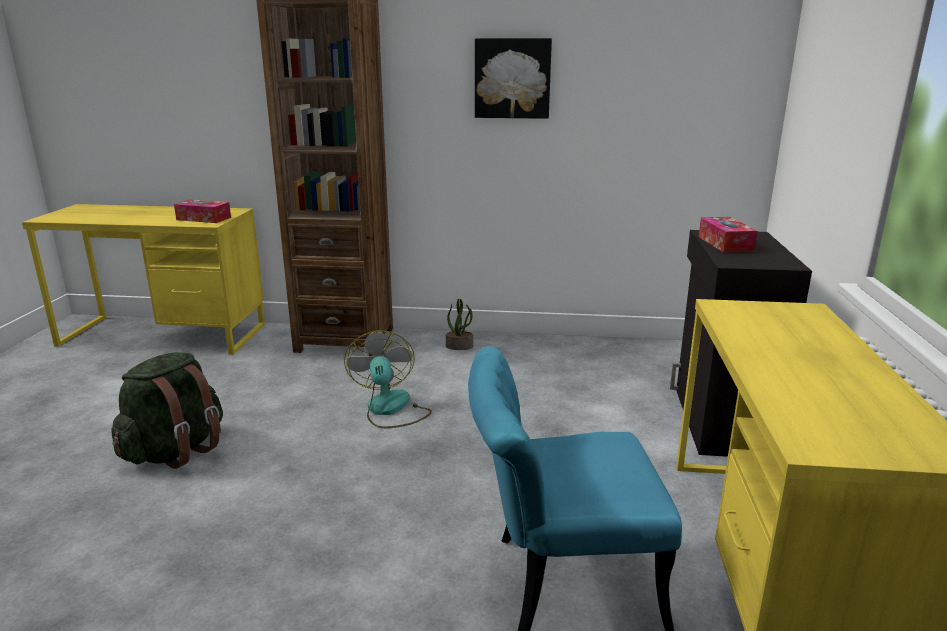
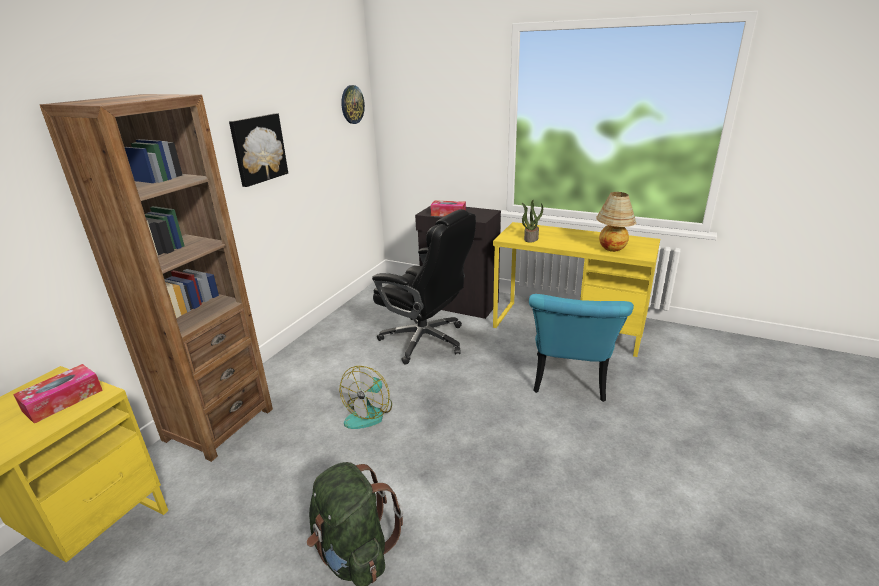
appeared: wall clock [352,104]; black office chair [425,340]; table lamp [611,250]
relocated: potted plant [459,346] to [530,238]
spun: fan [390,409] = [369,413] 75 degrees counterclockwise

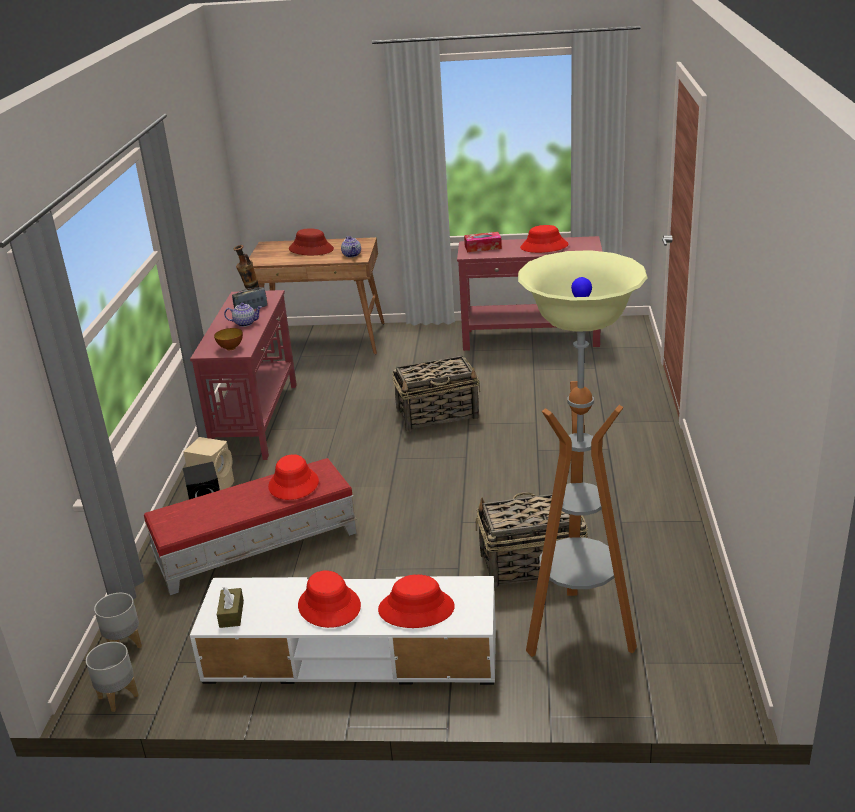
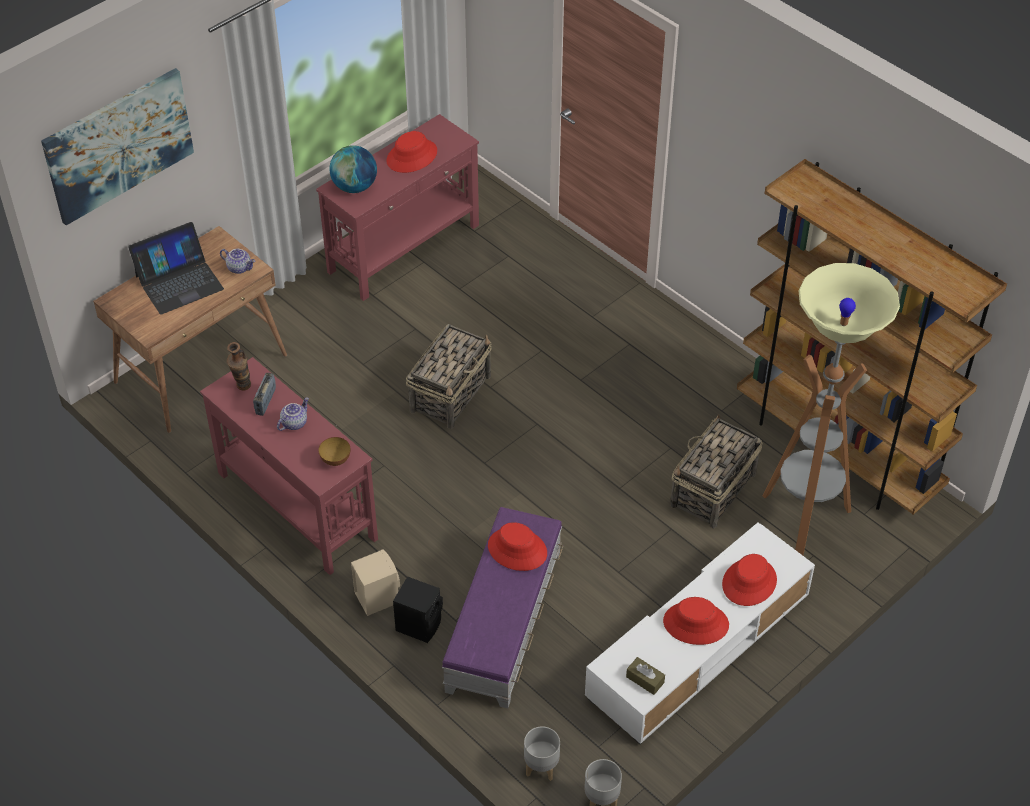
appeared: picture [118,145]; brown bookcase [837,449]
exchanged: red hat [311,249] to laptop [179,282]; tissue box [483,247] to globe [354,187]
colour: red ottoman [257,546] to purple ottoman [504,620]

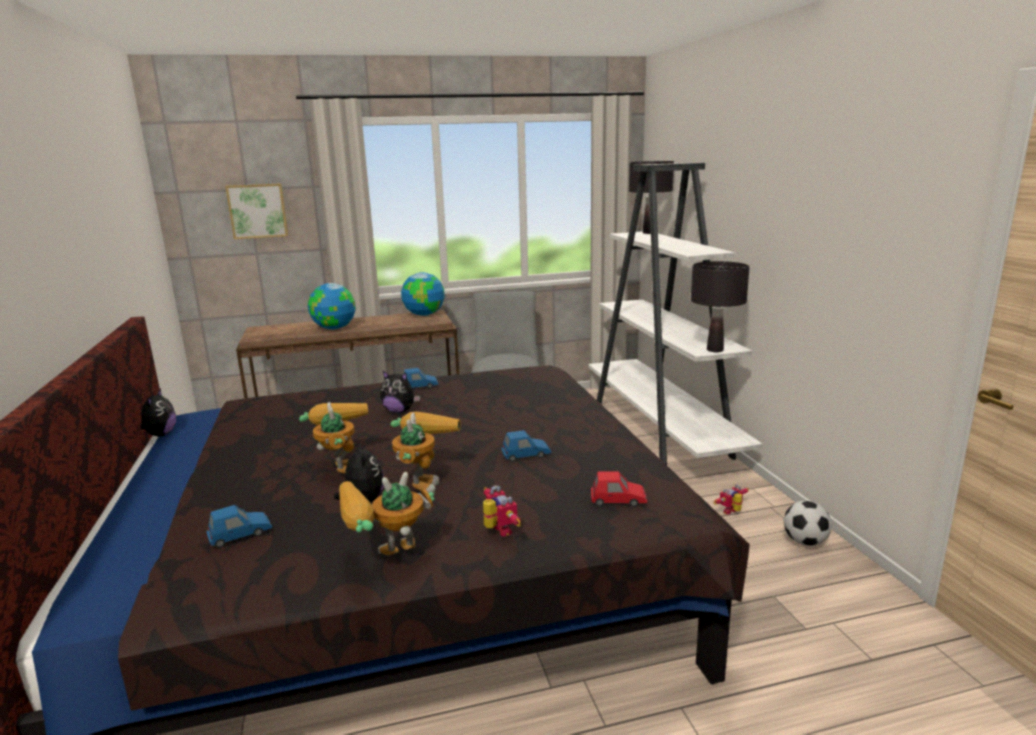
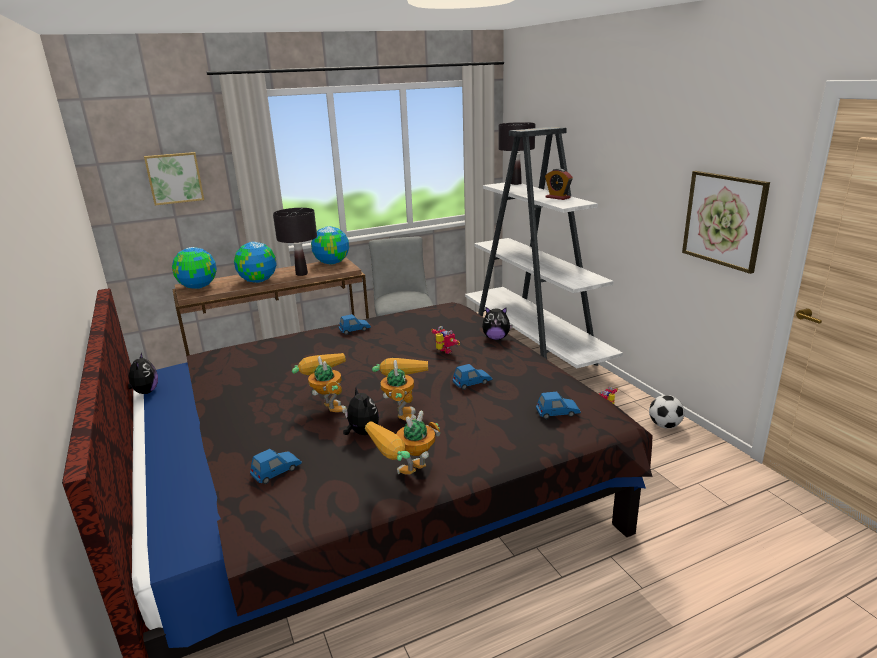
appeared: globe [198,287]; alarm clock [557,197]; picture [724,220]
relocated: plush toy [399,411] to [496,338]; toy robot [498,531] to [443,352]; black table lamp [715,350] to [301,274]
colour: red toy car [618,500] to blue toy car [557,412]

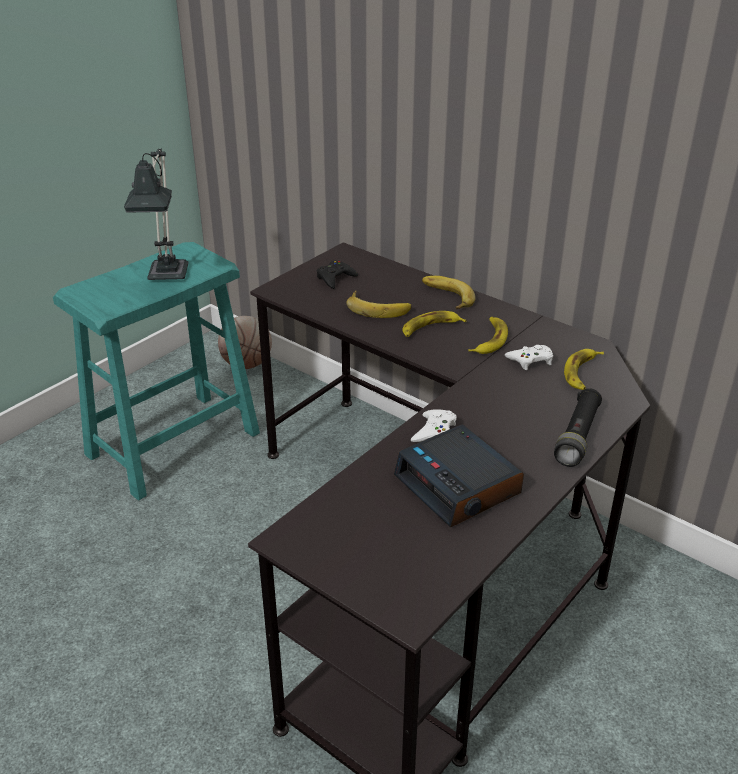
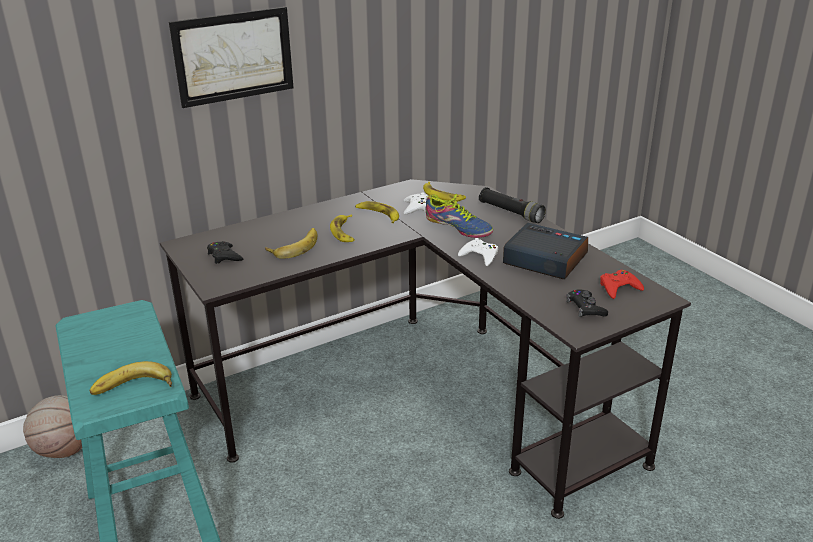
missing: table lamp [167,278]
appeared: picture [233,56]; shoe [458,227]; black game controller [585,308]; red game controller [619,288]
relocated: banana [445,297] to [133,389]
spun: alarm clock [459,486] = [544,259] 135 degrees counterclockwise

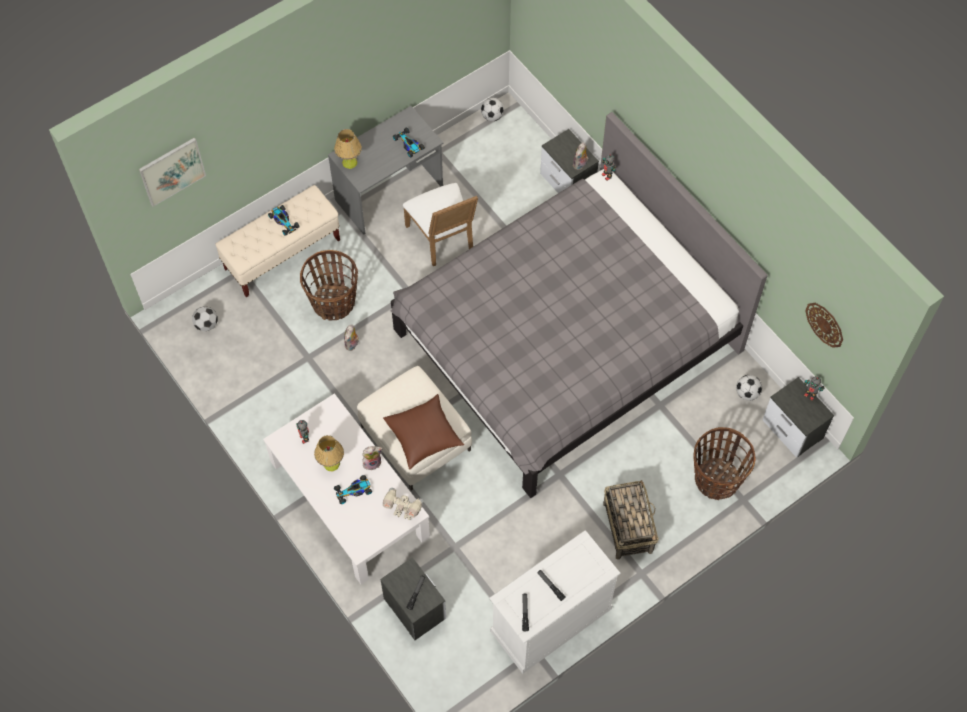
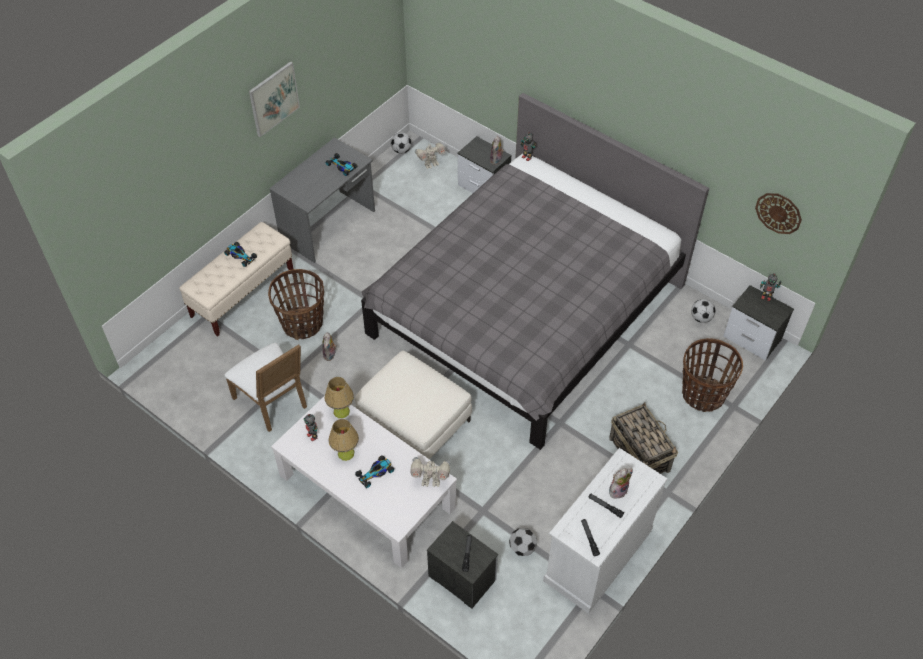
missing: brown pillow [424,436]
appeared: toy robot [431,164]
relocated: picture [172,171] to [274,98]; football [206,324] to [522,548]; table lamp [349,162] to [341,411]; plush toy [372,462] to [618,490]; white chair [443,240] to [274,404]

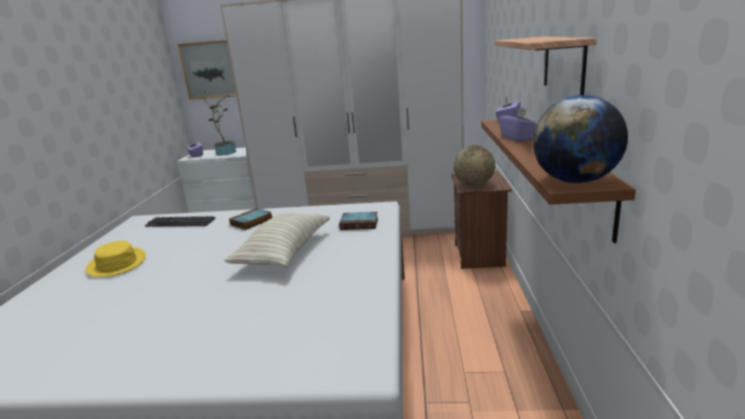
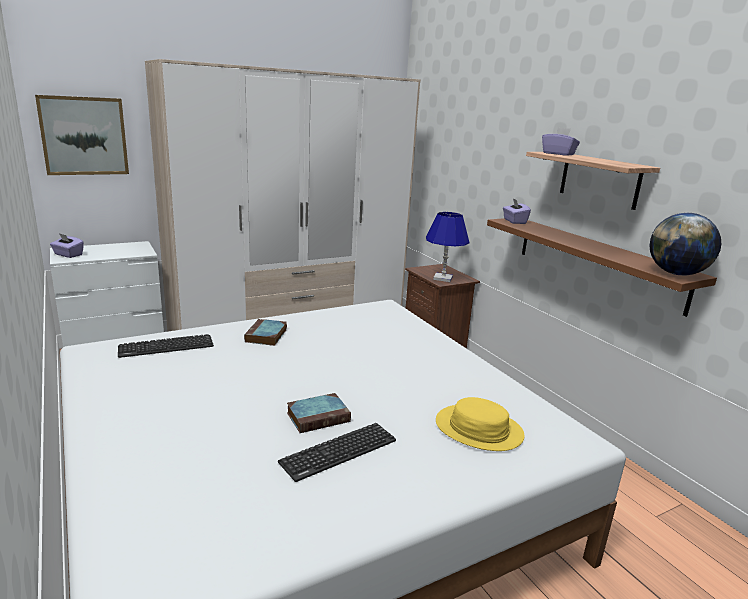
missing: potted plant [225,152]; pillow [284,252]
appeared: keyboard [339,451]
relocated: yellow hat [116,263] to [478,429]; book [360,224] to [319,416]; purple tissue box [518,138] to [558,154]
exchanged: globe [474,184] to blue table lamp [443,278]

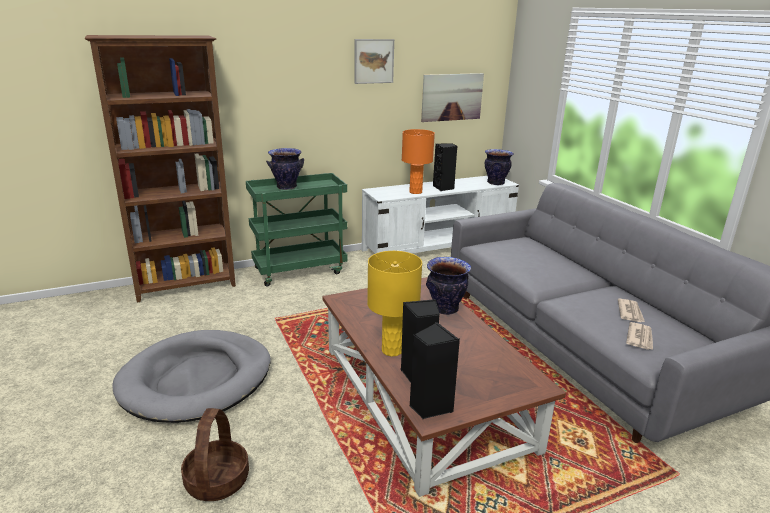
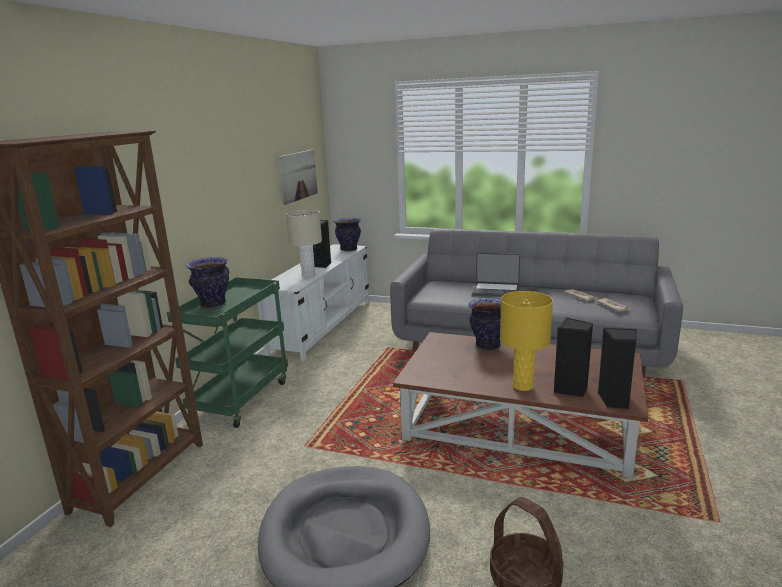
missing: picture [374,61]
appeared: laptop [496,291]
colour: orange table lamp [416,192] to beige table lamp [308,275]

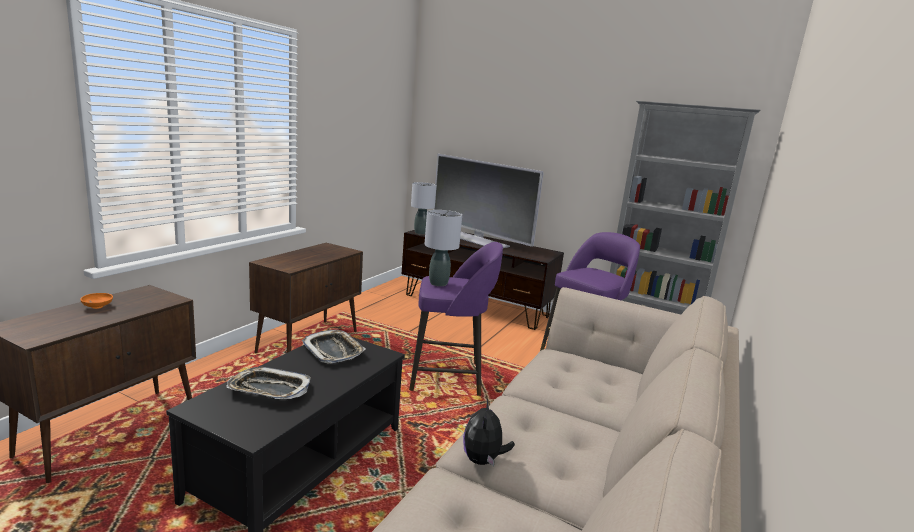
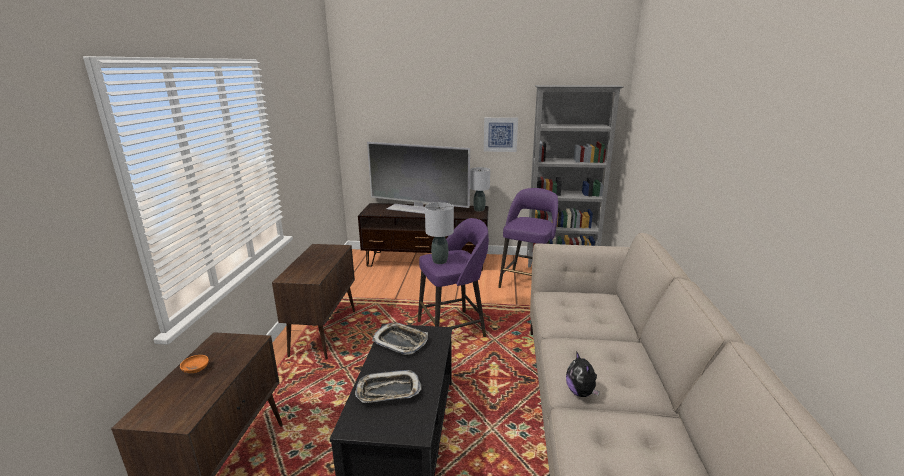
appeared: picture [500,134]
relocated: grey table lamp [421,233] to [479,210]

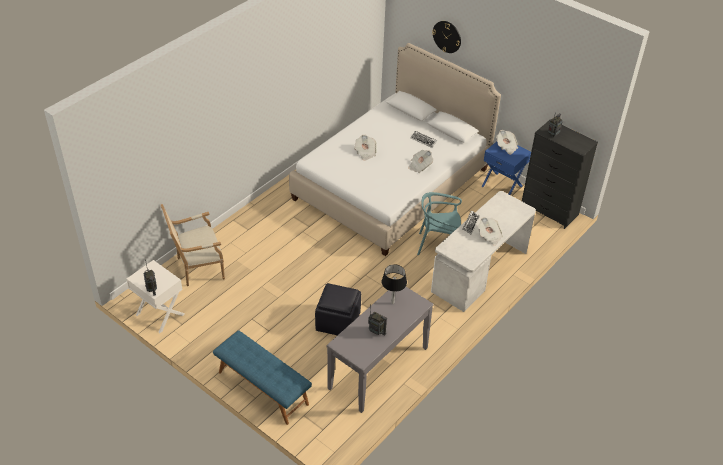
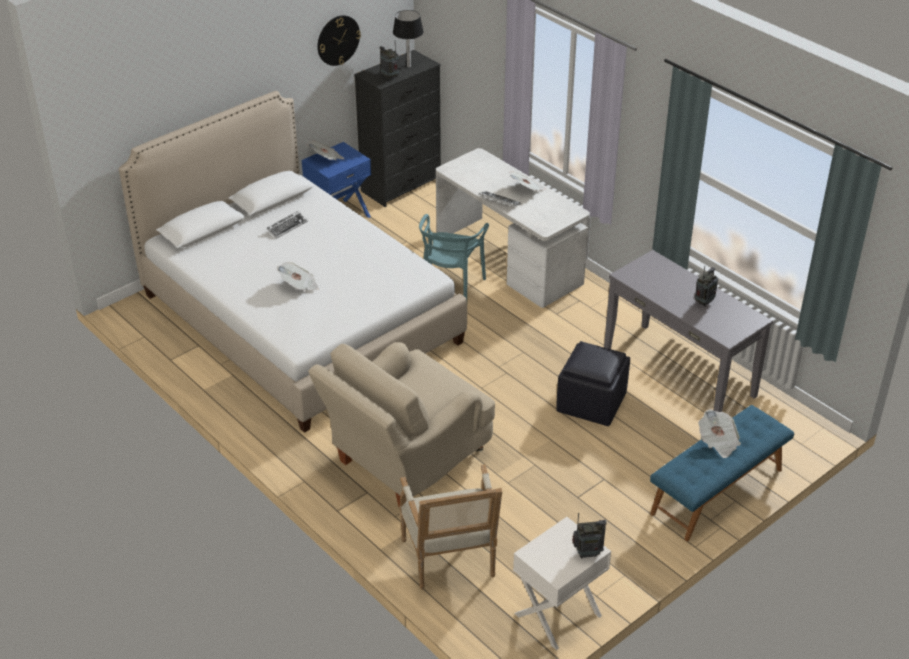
appeared: beige armchair [406,461]
relocated: black table lamp [392,302] to [409,66]; newspaper [419,166] to [718,442]; wall clock [447,36] to [338,40]

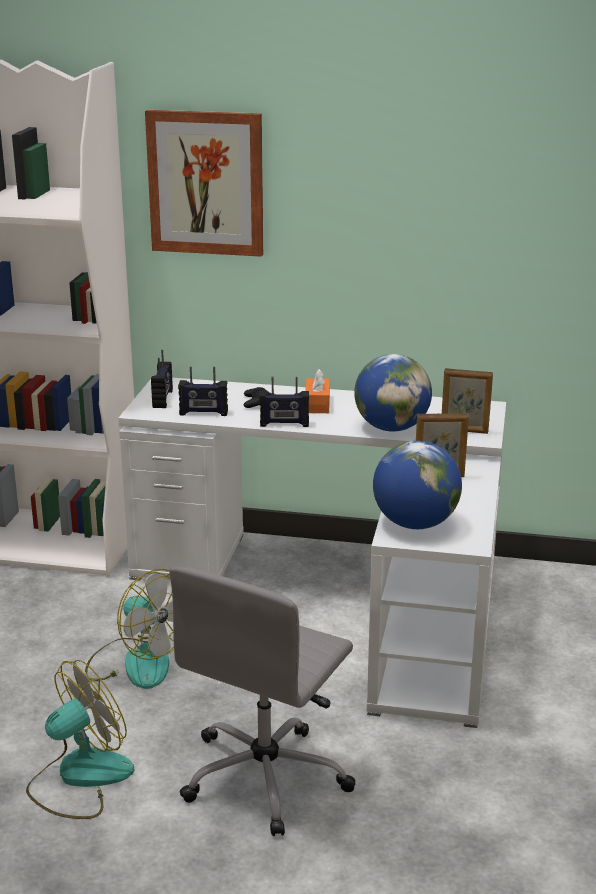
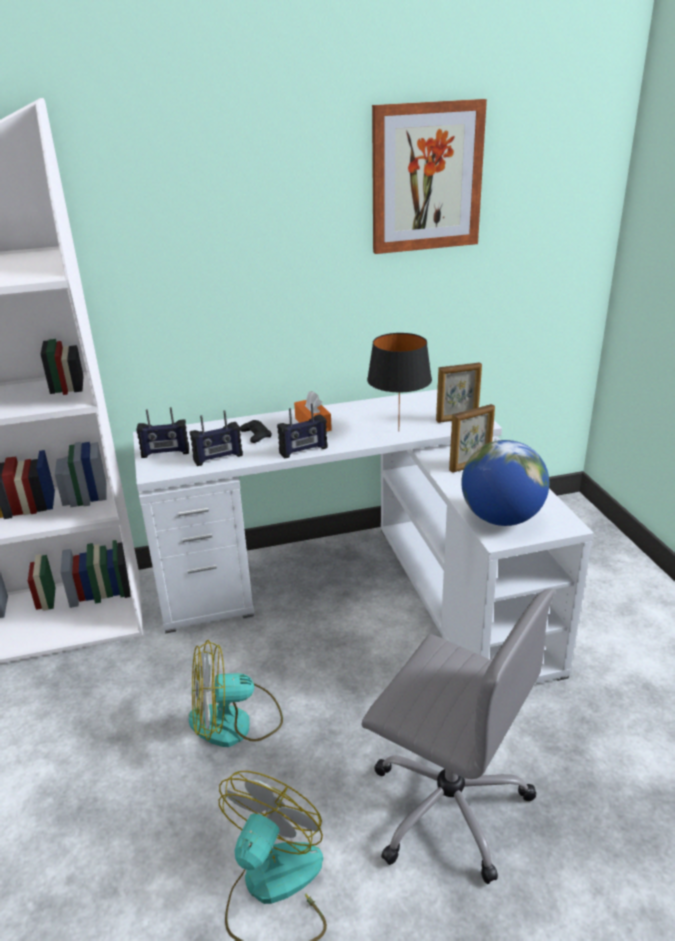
relocated: picture [206,183] to [426,177]
exchanged: globe [391,428] to black table lamp [398,431]
spun: fan [137,662] = [235,722] 150 degrees clockwise; radio [163,399] = [165,453] 105 degrees clockwise; grey office chair [267,776] = [446,803] 60 degrees counterclockwise

